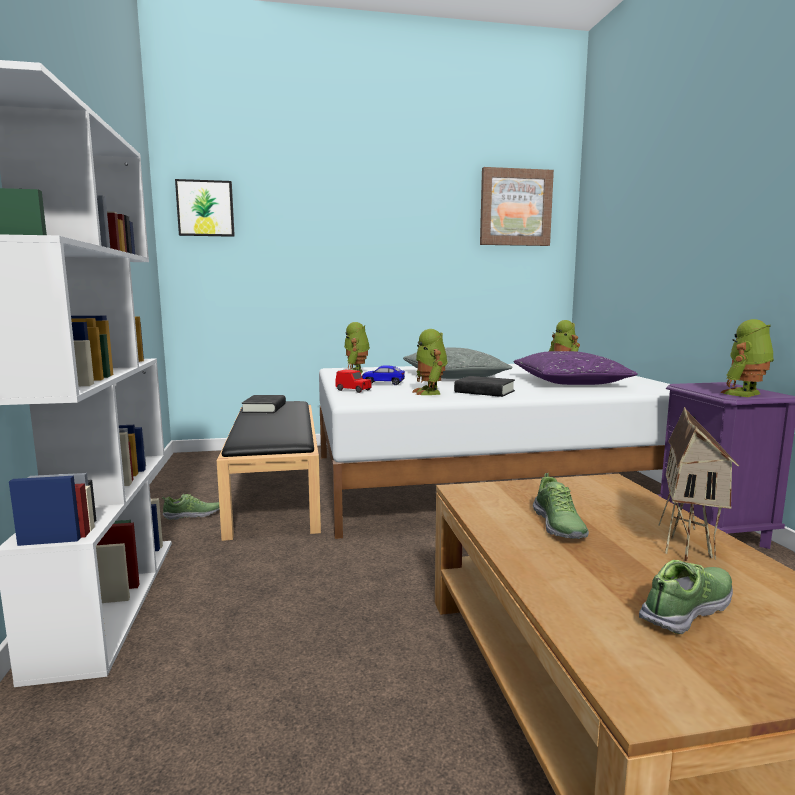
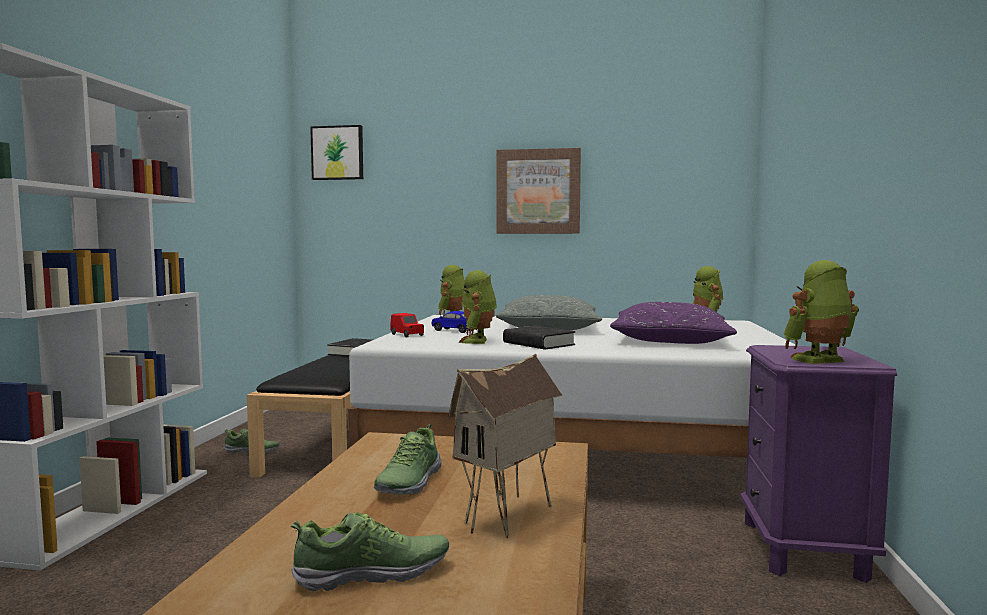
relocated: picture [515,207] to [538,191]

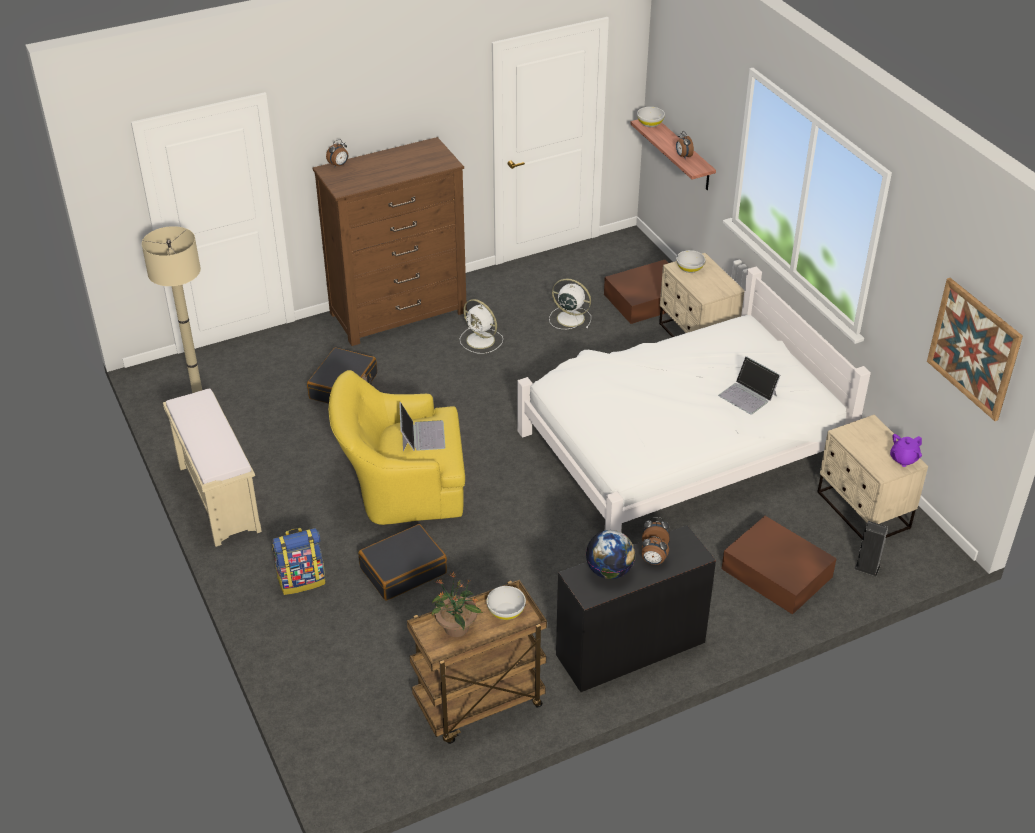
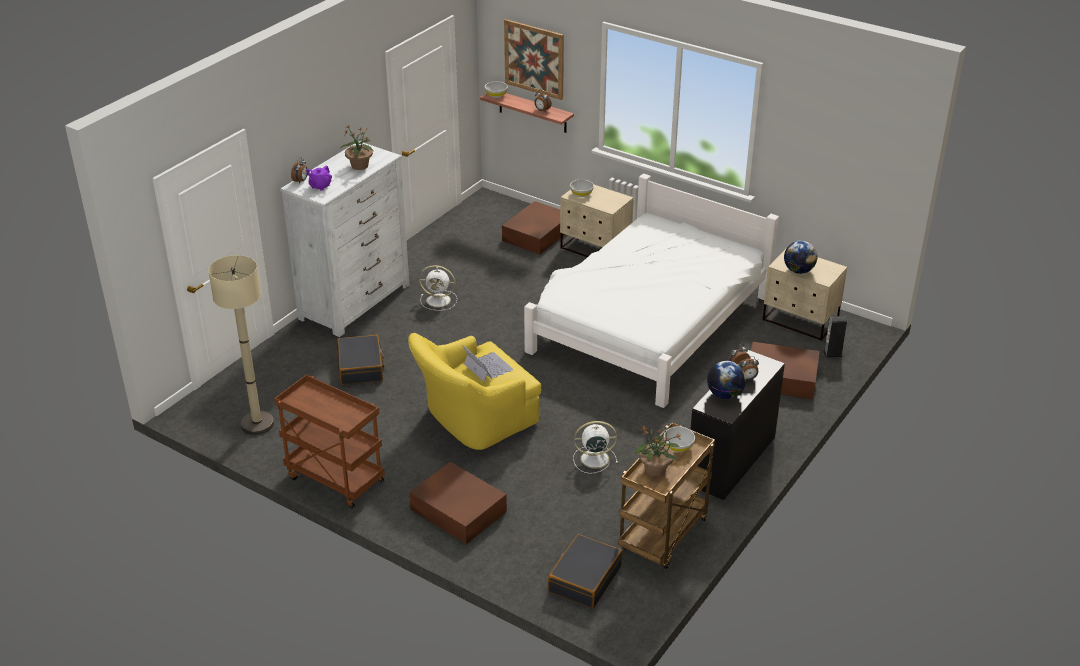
missing: laptop [748,395]
appeared: potted plant [359,166]; globe [798,271]
relocated: black suitcase [403,570] to [584,579]; white fan [569,318] to [593,459]; purple teapot [903,459] to [320,186]; picture [974,348] to [534,59]
exchanged: beige bench [218,498] to brown cart [334,479]; backpack [302,580] to brown storage box [457,509]
colour: brown dresser [399,313] to white dresser [355,302]

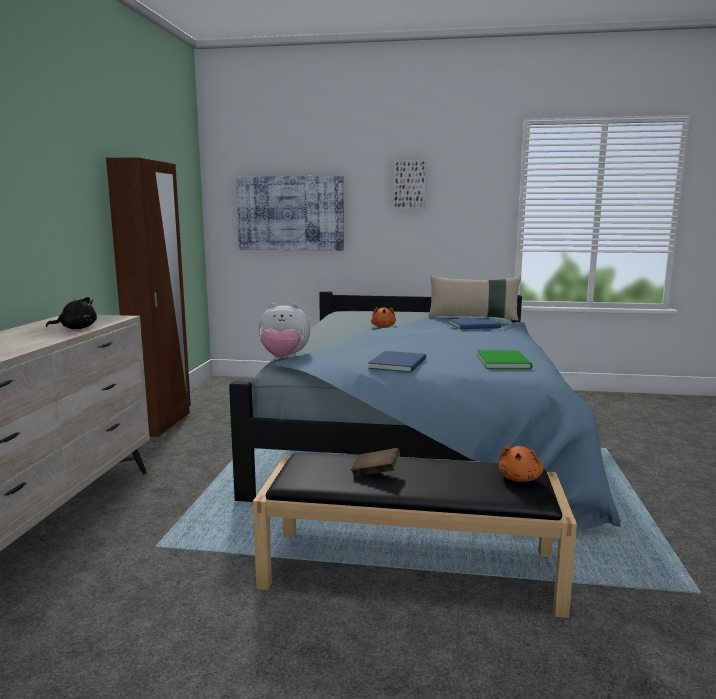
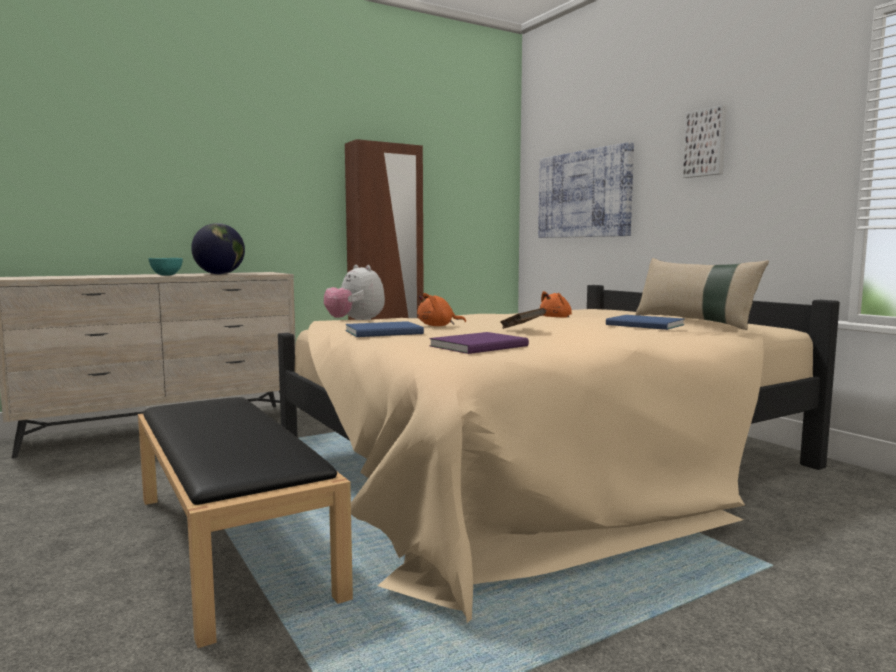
appeared: turquoise bowl [167,275]
relocated: brown book [375,473] to [522,330]; orange plush toy [520,478] to [438,326]
exchanged: black plush toy [76,328] to globe [219,274]
colour: blue bed [418,439] to beige bed [544,466]; green book [504,361] to purple book [482,346]

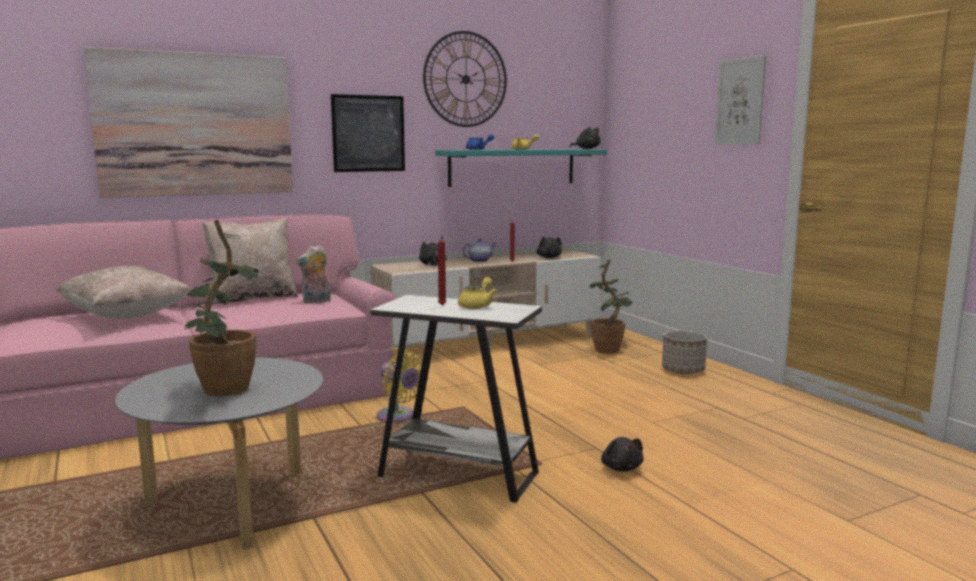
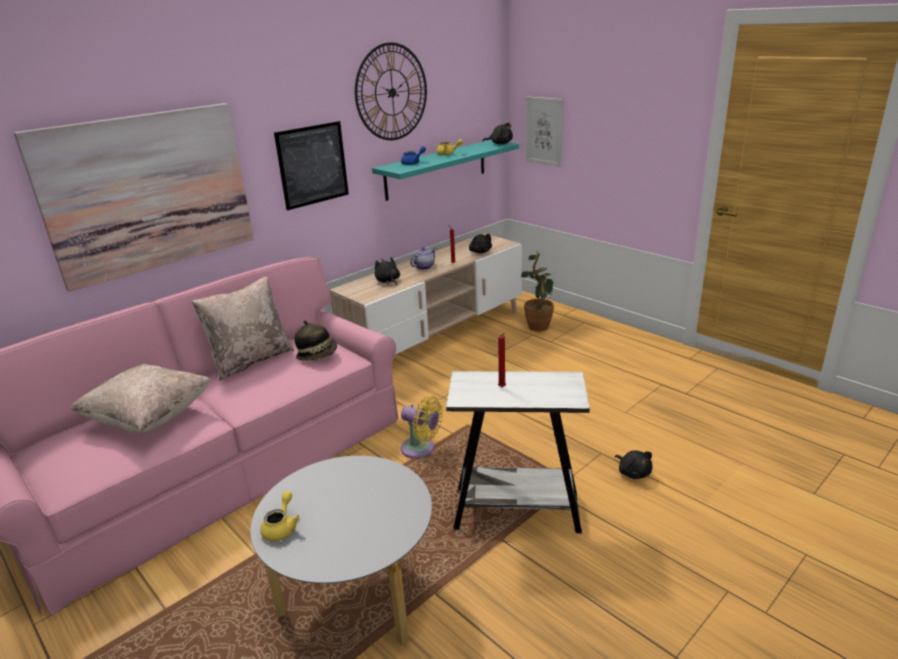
missing: potted plant [221,393]; planter [683,370]
relocated: yellow teapot [477,305] to [281,527]; picture [740,101] to [544,131]
exchanged: plush toy [316,301] to hat [317,355]

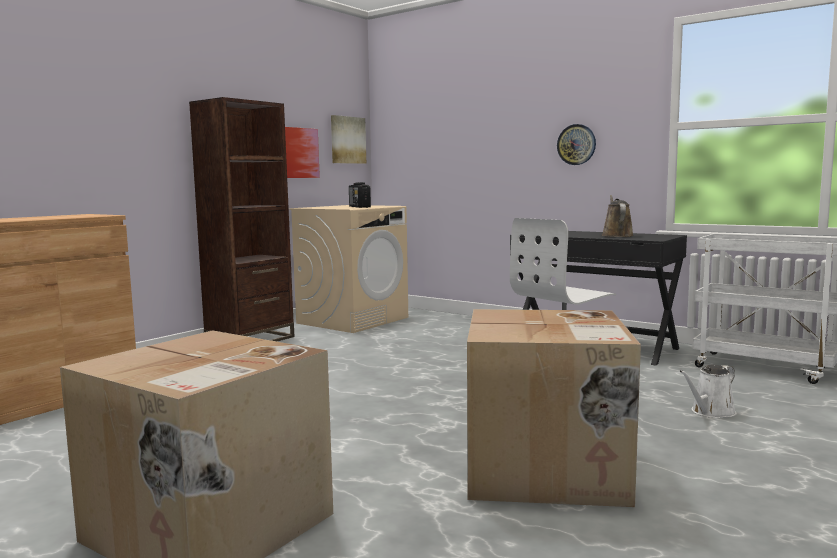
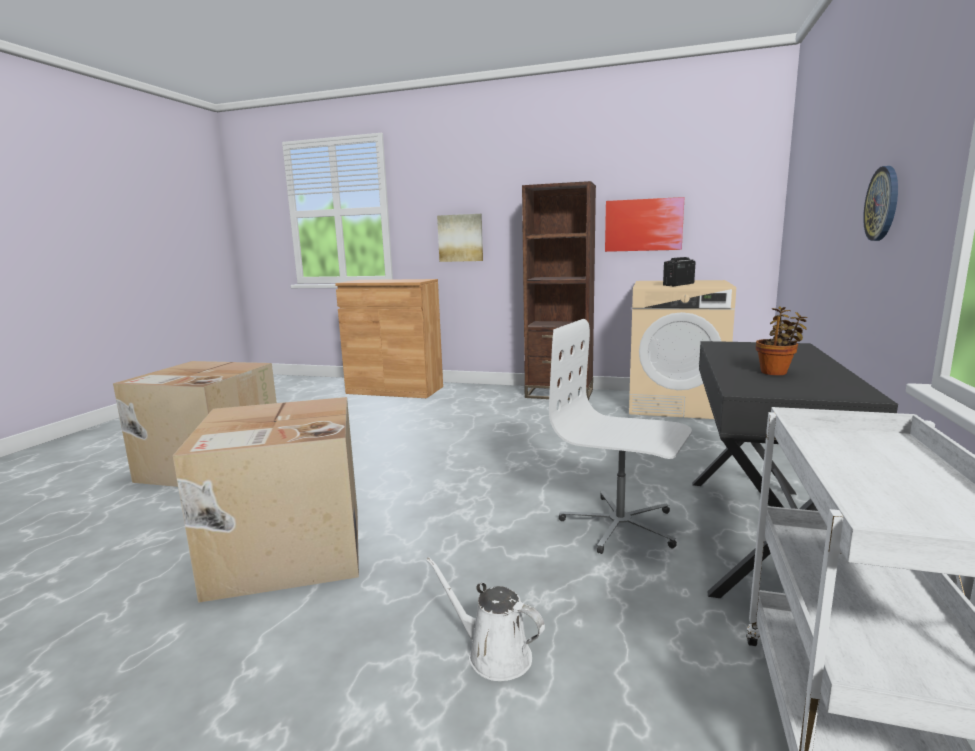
relocated: picture [347,140] to [460,238]
exchanged: brown watering can [616,235] to potted plant [776,372]

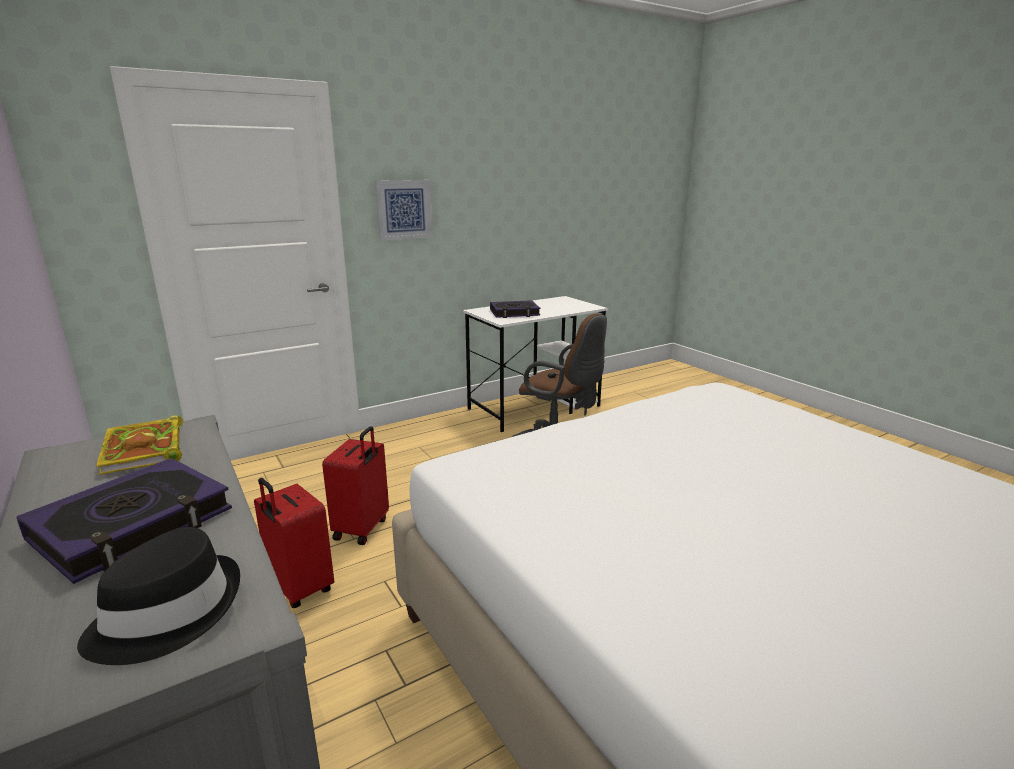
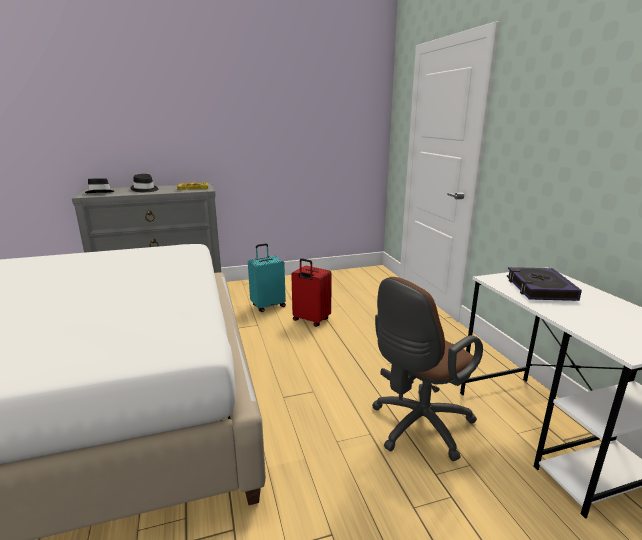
missing: picture [403,209]
exchanged: book [133,525] to black hat [145,190]
colour: red suitcase [299,589] to turquoise suitcase [268,306]

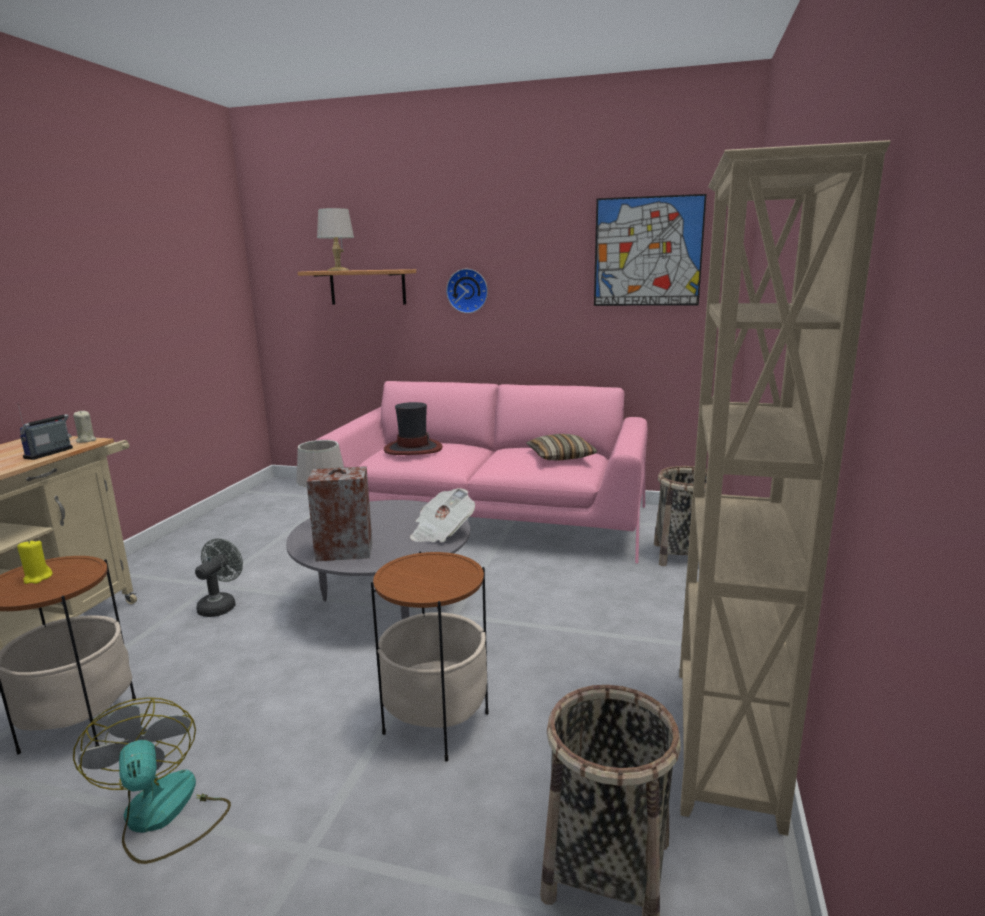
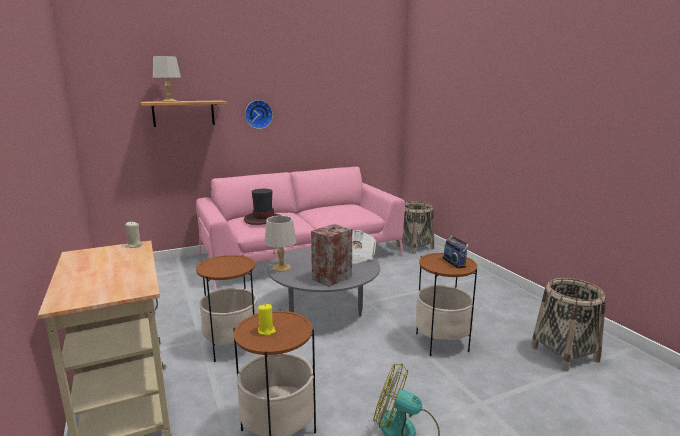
missing: pillow [560,456]; picture [647,252]; beige bookcase [722,743]
relocated: radio [50,453] to [455,262]
exchanged: grey fan [220,605] to side table [232,346]

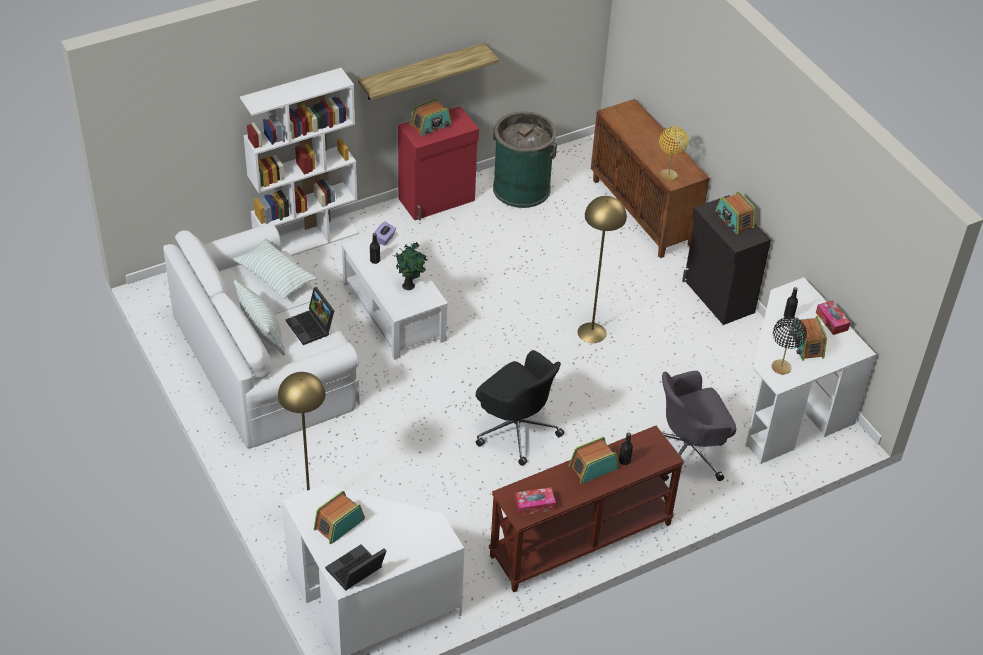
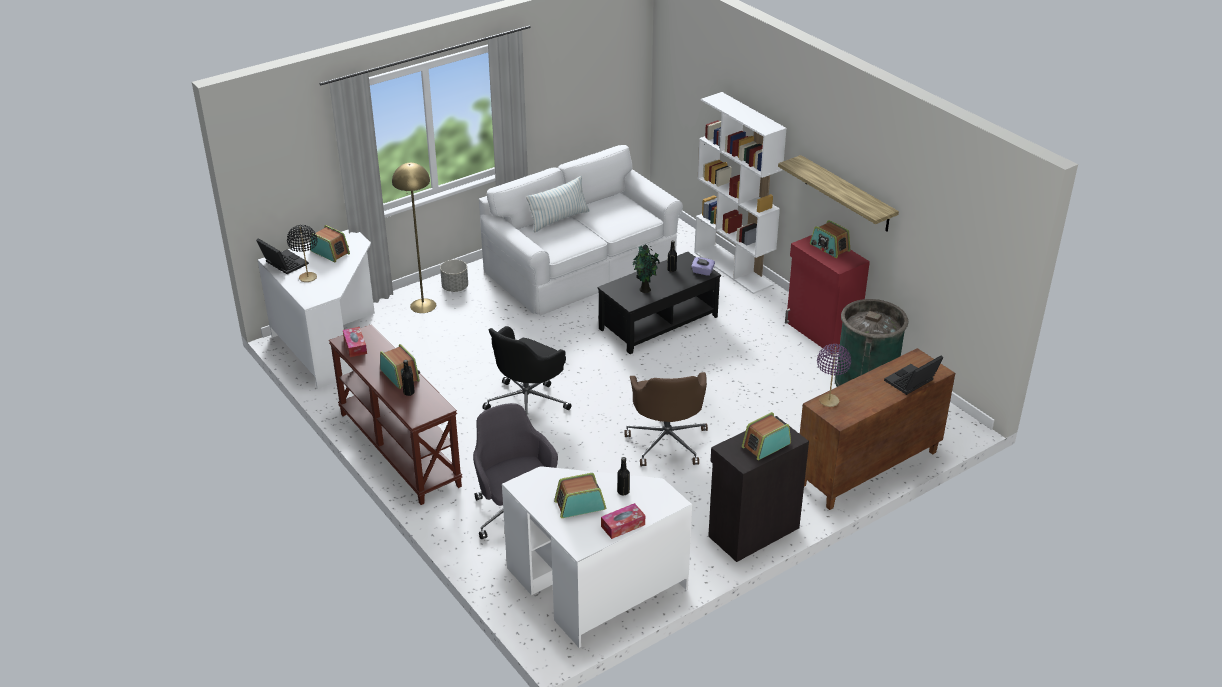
missing: pillow [275,277]
appeared: grey planter [455,287]
relocated: laptop [312,327] to [911,383]; black table lamp [781,367] to [308,278]
exchanged: yellow floor lamp [592,332] to brown office chair [667,441]
colour: white coffee table [392,312] to black coffee table [658,322]; yellow table lamp [668,175] to purple table lamp [829,401]

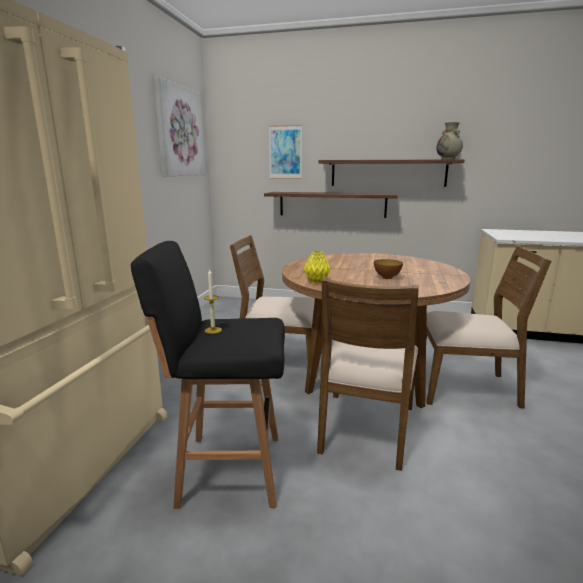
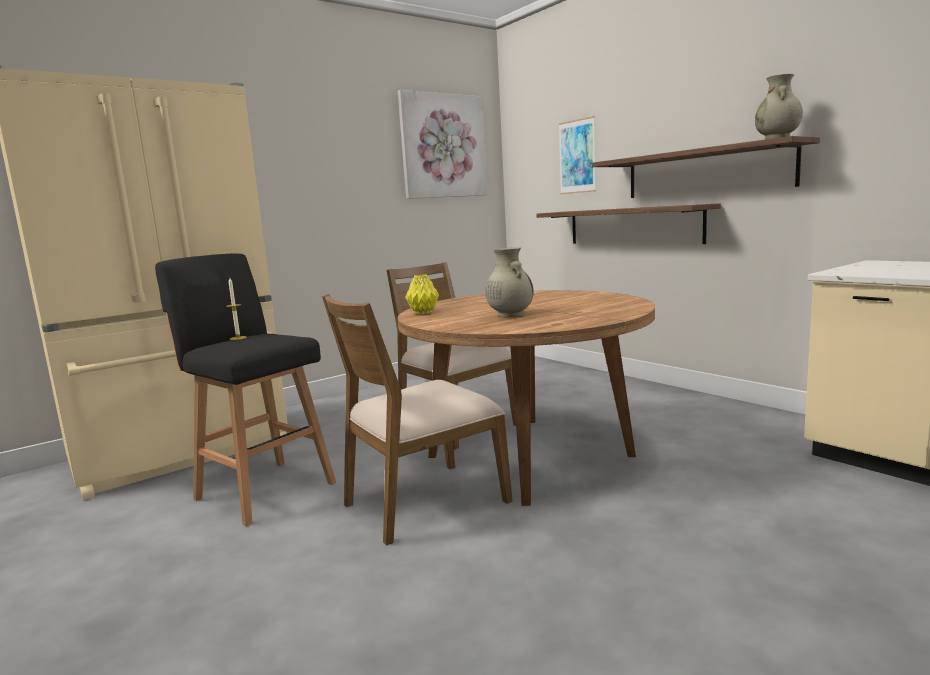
missing: brown chair [466,387]
exchanged: bowl [387,277] to beige vase [510,315]

